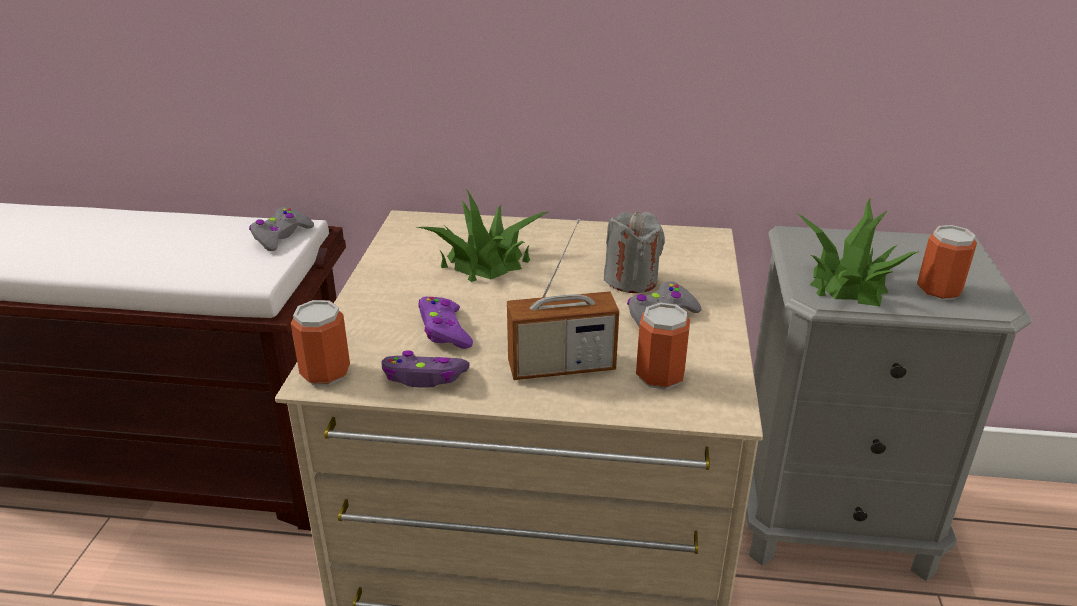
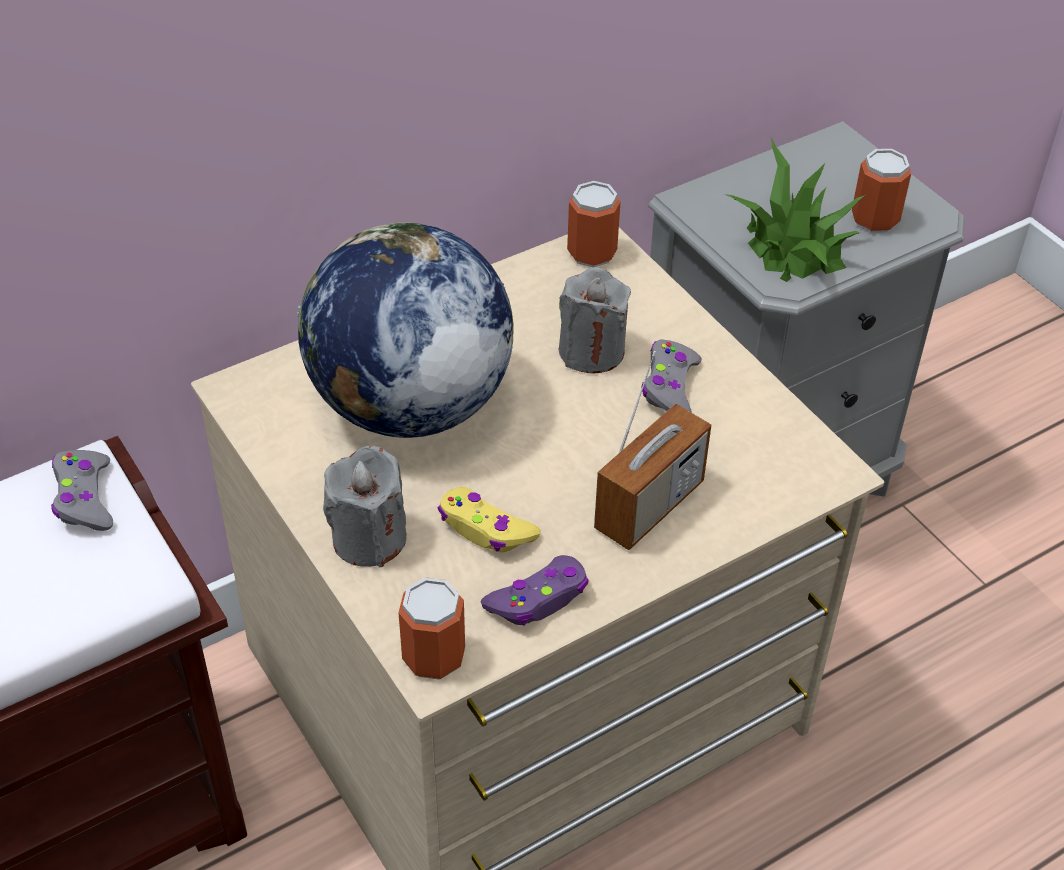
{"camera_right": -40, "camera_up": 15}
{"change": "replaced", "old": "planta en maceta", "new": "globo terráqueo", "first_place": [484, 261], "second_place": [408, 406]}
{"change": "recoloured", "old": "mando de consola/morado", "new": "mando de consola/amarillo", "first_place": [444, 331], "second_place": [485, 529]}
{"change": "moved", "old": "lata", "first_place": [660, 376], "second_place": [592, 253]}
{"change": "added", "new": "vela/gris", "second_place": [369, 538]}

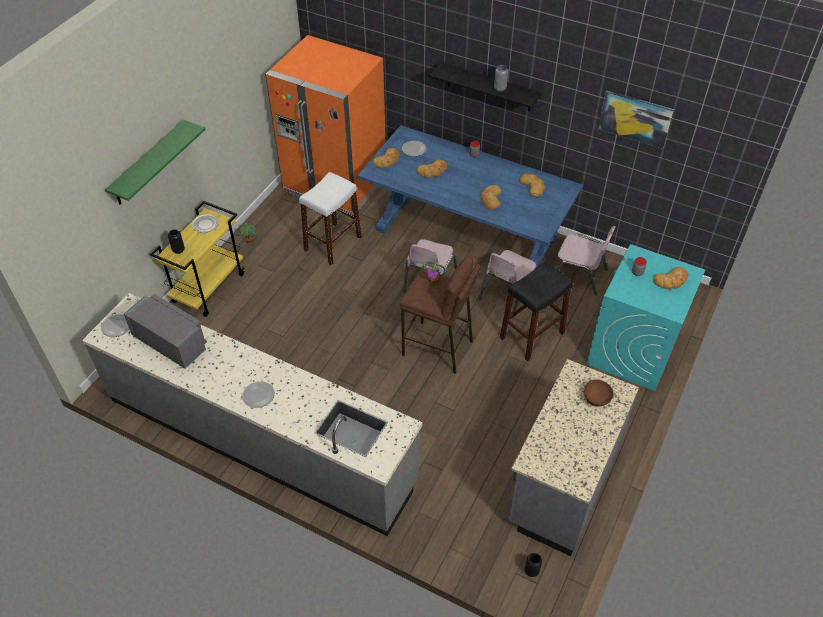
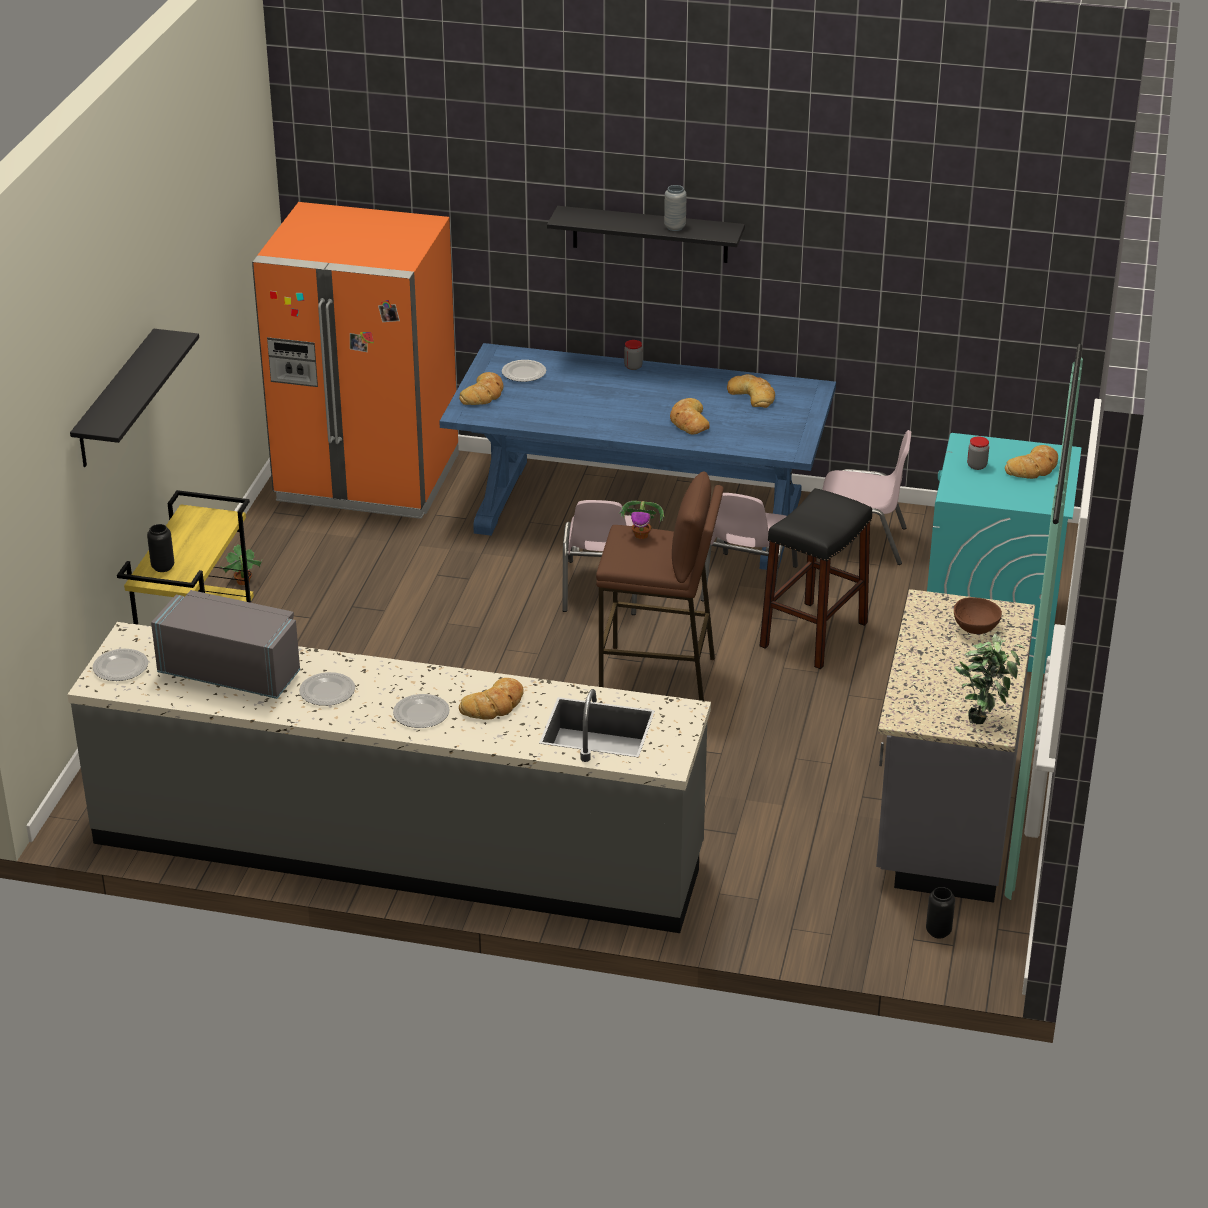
{"camera_right": -15, "camera_up": -15}
{"change": "removed", "old": "cuadro", "first_place": [635, 118]}
{"change": "recoloured", "old": "estante/verde", "new": "estante/negro", "first_place": [148, 164], "second_place": [115, 400]}
{"change": "moved", "old": "pan", "first_place": [433, 171], "second_place": [494, 705]}
{"change": "removed", "old": "taburete/blanco", "first_place": [333, 243]}
{"change": "moved", "old": "plato", "first_place": [205, 225], "second_place": [326, 691]}
{"change": "added", "new": "planta en maceta", "second_place": [983, 716]}

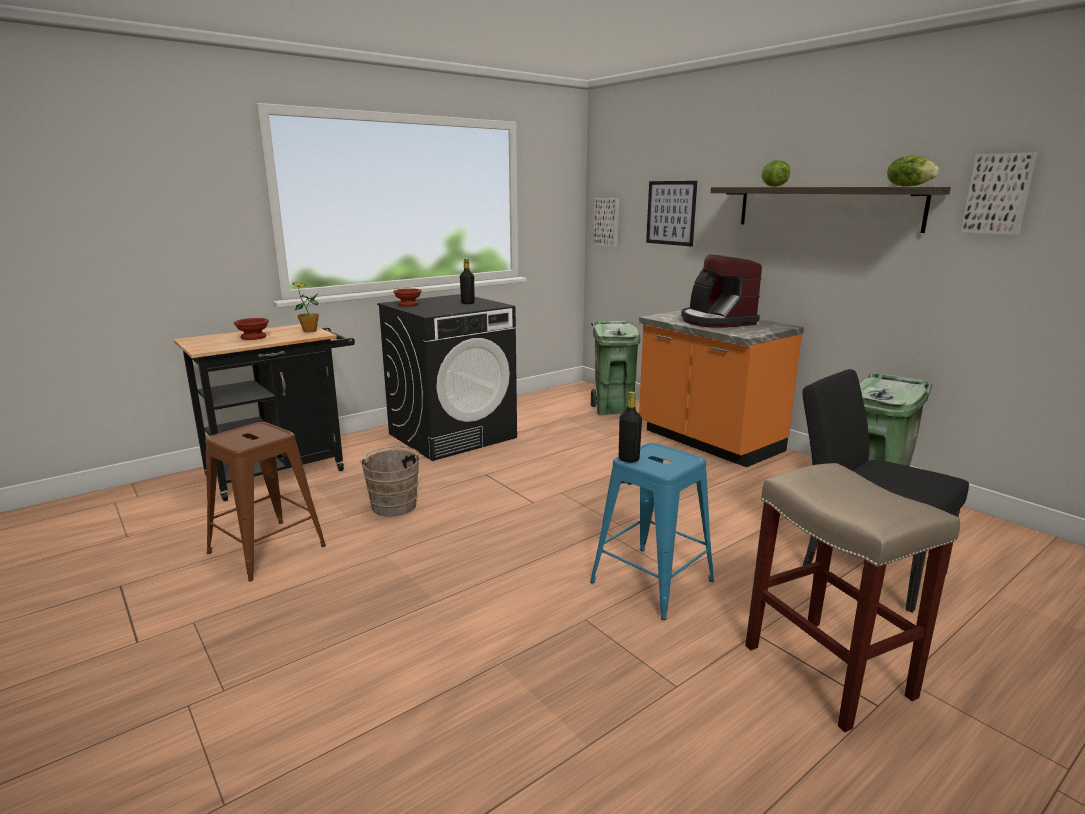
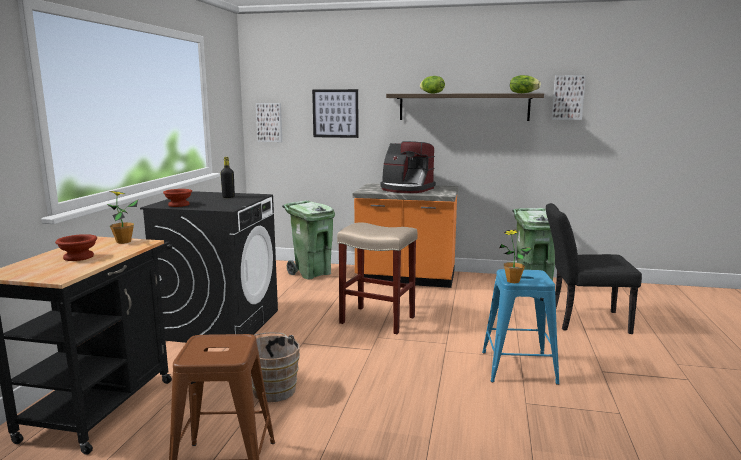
{"camera_right": -40, "camera_up": -5}
{"change": "replaced", "old": "botella/negro", "new": "planta en maceta", "first_place": [628, 459], "second_place": [513, 281]}
{"change": "moved", "old": "taburete/beis", "first_place": [825, 670], "second_place": [376, 320]}

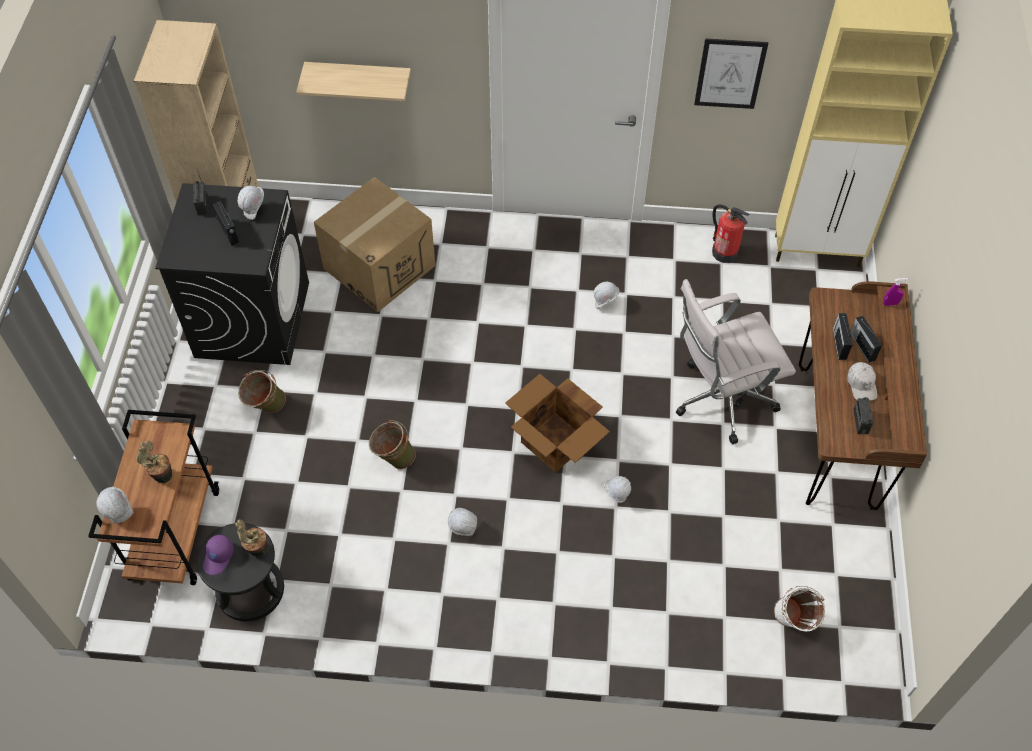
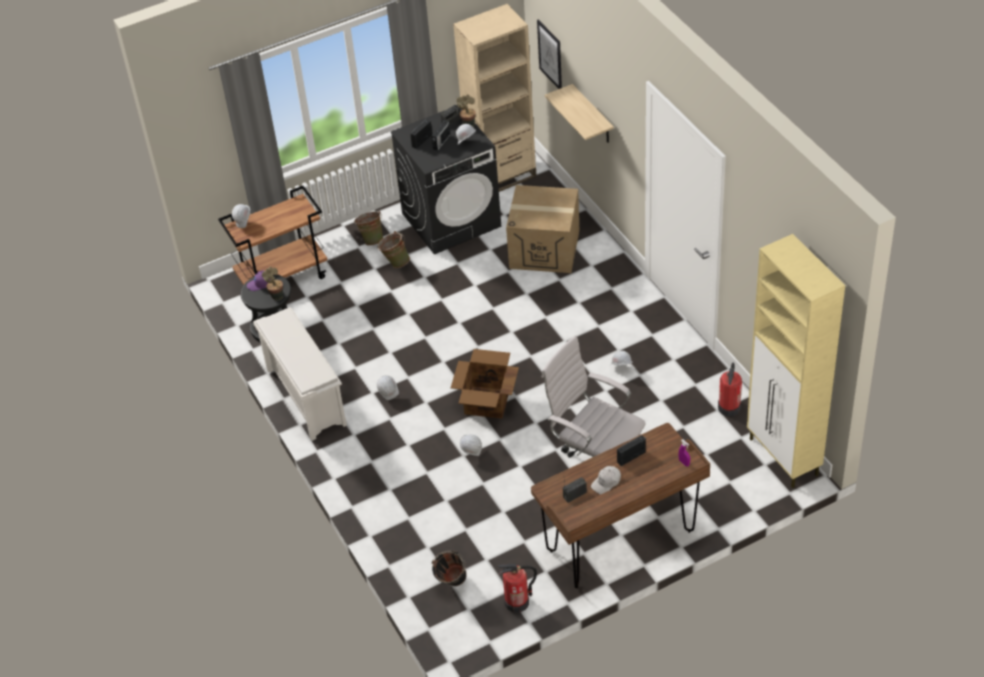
{"camera_right": 60, "camera_up": -10}
{"change": "moved", "old": "cuadro", "first_place": [730, 73], "second_place": [550, 55]}
{"change": "moved", "old": "radio", "first_place": [862, 345], "second_place": [422, 140]}
{"change": "moved", "old": "cubo/verde", "first_place": [393, 458], "second_place": [372, 239]}
{"change": "moved", "old": "planta en maceta", "first_place": [161, 476], "second_place": [468, 124]}
{"change": "recoloured", "old": "cubo/blanco", "new": "cubo/negro", "first_place": [793, 623], "second_place": [451, 584]}
{"change": "added", "new": "zapatero/blanco", "second_place": [304, 396]}
{"change": "added", "new": "extintor", "second_place": [517, 602]}

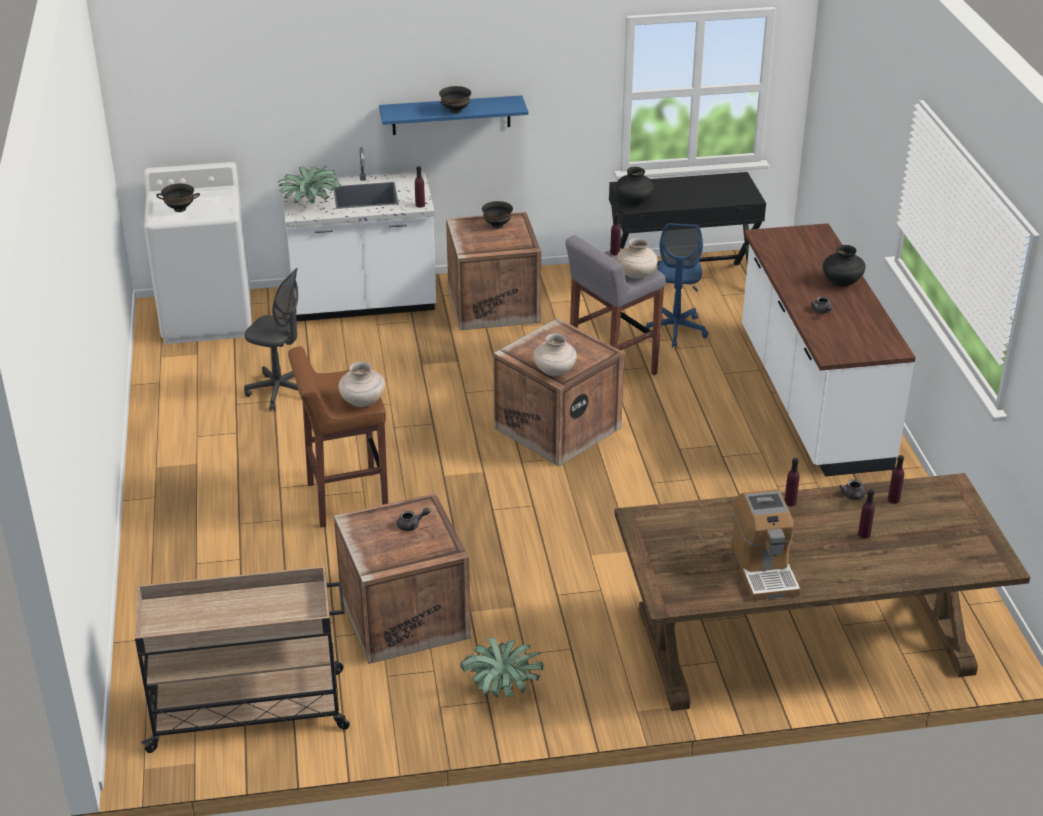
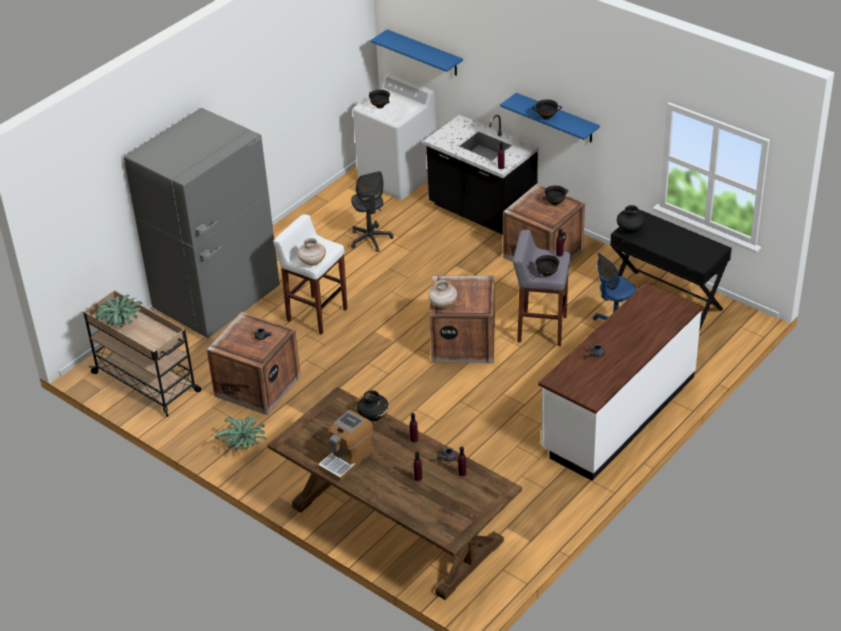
{"camera_right": 50, "camera_up": 5}
{"change": "recoloured", "old": "mueble bajo de cocina/blanco", "new": "mueble bajo de cocina/negro", "first_place": [363, 303], "second_place": [481, 212]}
{"change": "moved", "old": "planta en maceta", "first_place": [310, 204], "second_place": [121, 324]}
{"change": "replaced", "old": "florero/beis", "new": "cuenco/negro", "first_place": [636, 275], "second_place": [547, 274]}
{"change": "moved", "old": "florero/negro", "first_place": [841, 282], "second_place": [373, 416]}
{"change": "recoloured", "old": "taburete/marrón", "new": "taburete/blanco", "first_place": [345, 500], "second_place": [316, 314]}
{"change": "added", "new": "estante/azul", "second_place": [424, 53]}
{"change": "added", "new": "nevera/gris", "second_place": [217, 300]}

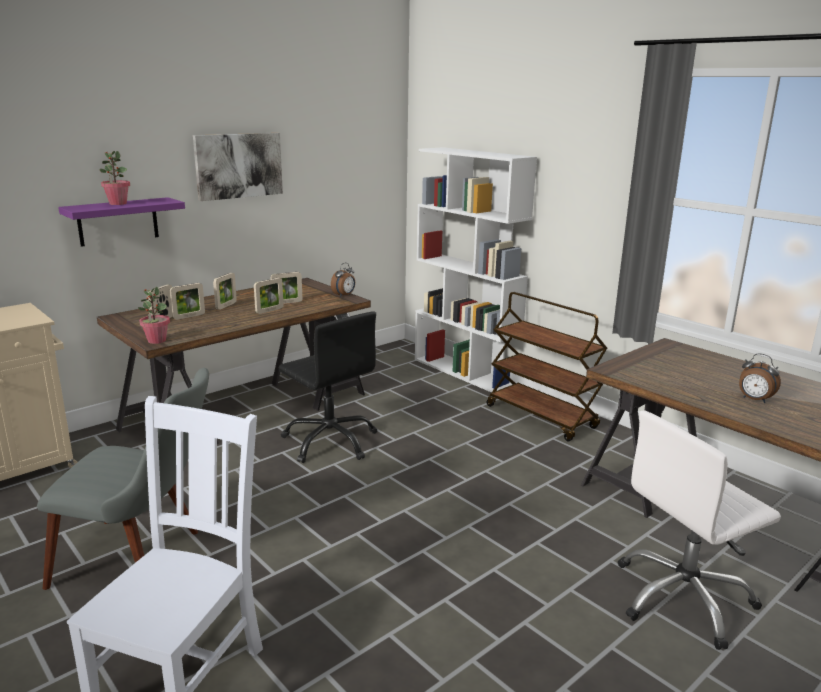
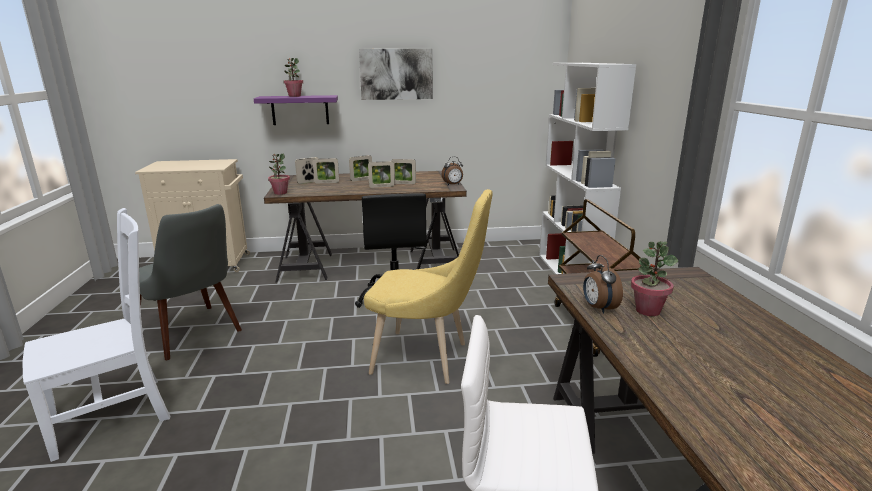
{"camera_right": 35, "camera_up": 0}
{"change": "moved", "old": "despertador", "first_place": [754, 400], "second_place": [598, 308]}
{"change": "added", "new": "silla/amarillo", "second_place": [427, 359]}
{"change": "added", "new": "planta en maceta", "second_place": [647, 310]}

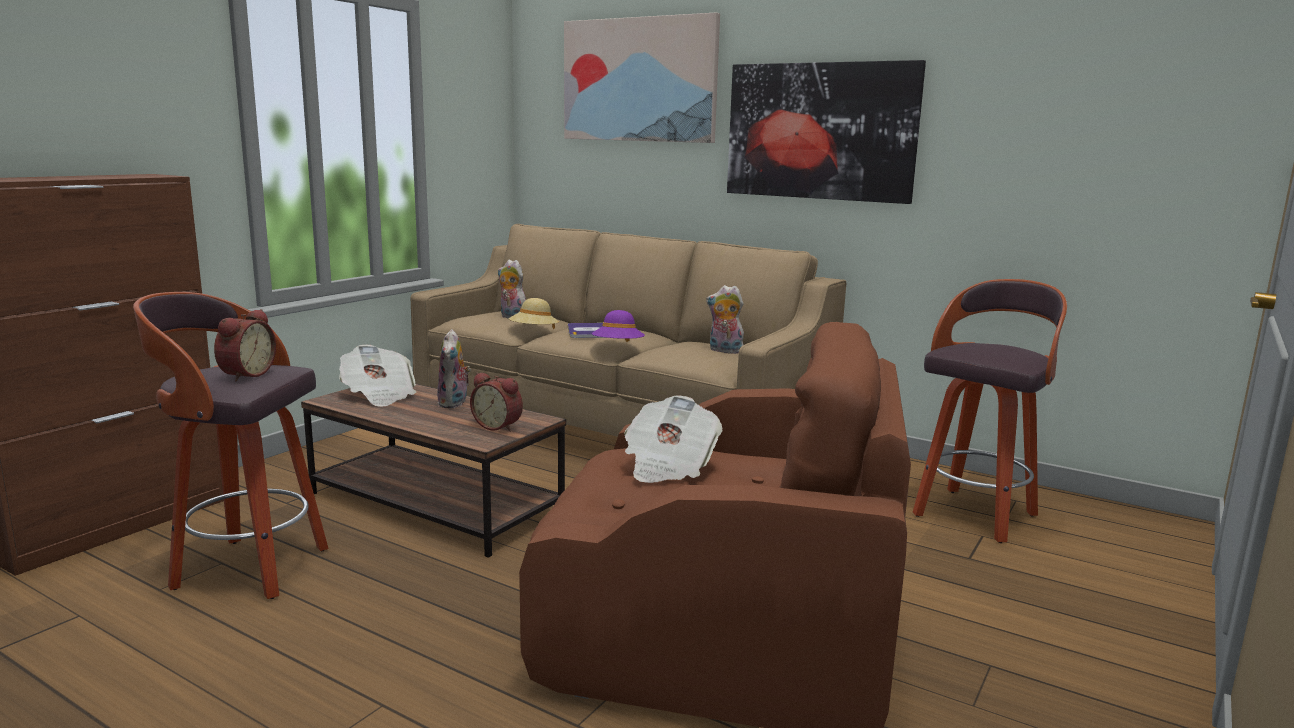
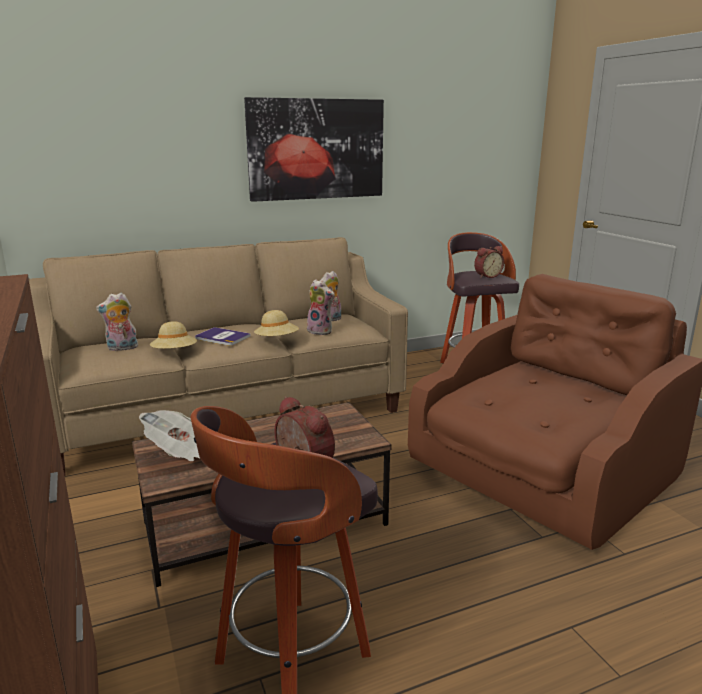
{"camera_right": -55, "camera_up": 5}
{"change": "removed", "old": "cuadro", "first_place": [639, 80]}
{"change": "recoloured", "old": "sombrero/morado", "new": "sombrero/beis", "first_place": [618, 347], "second_place": [277, 340]}
{"change": "moved", "old": "peluche", "first_place": [454, 403], "second_place": [321, 331]}
{"change": "moved", "old": "despertador", "first_place": [498, 426], "second_place": [487, 276]}
{"change": "removed", "old": "periódico", "first_place": [668, 465]}

